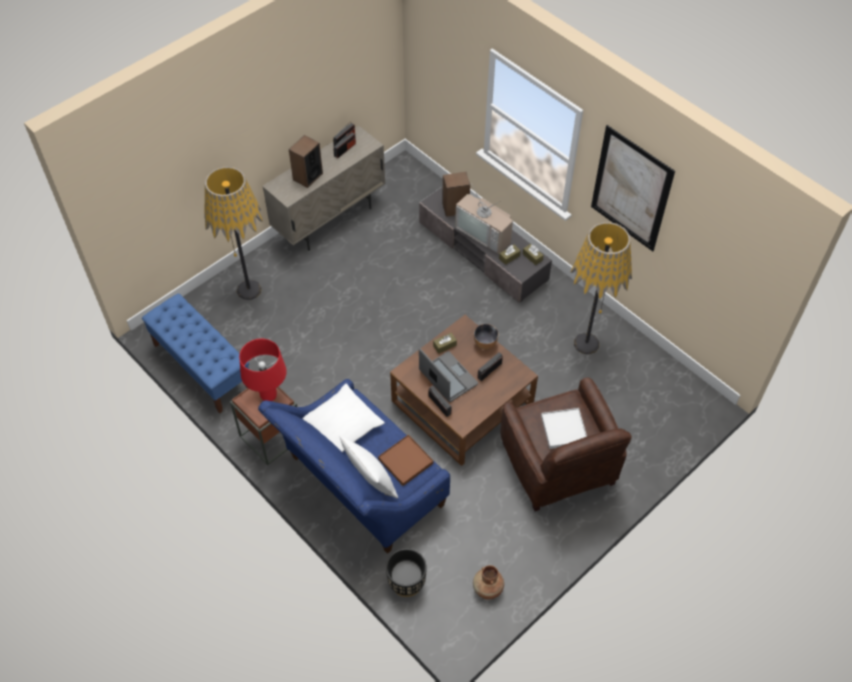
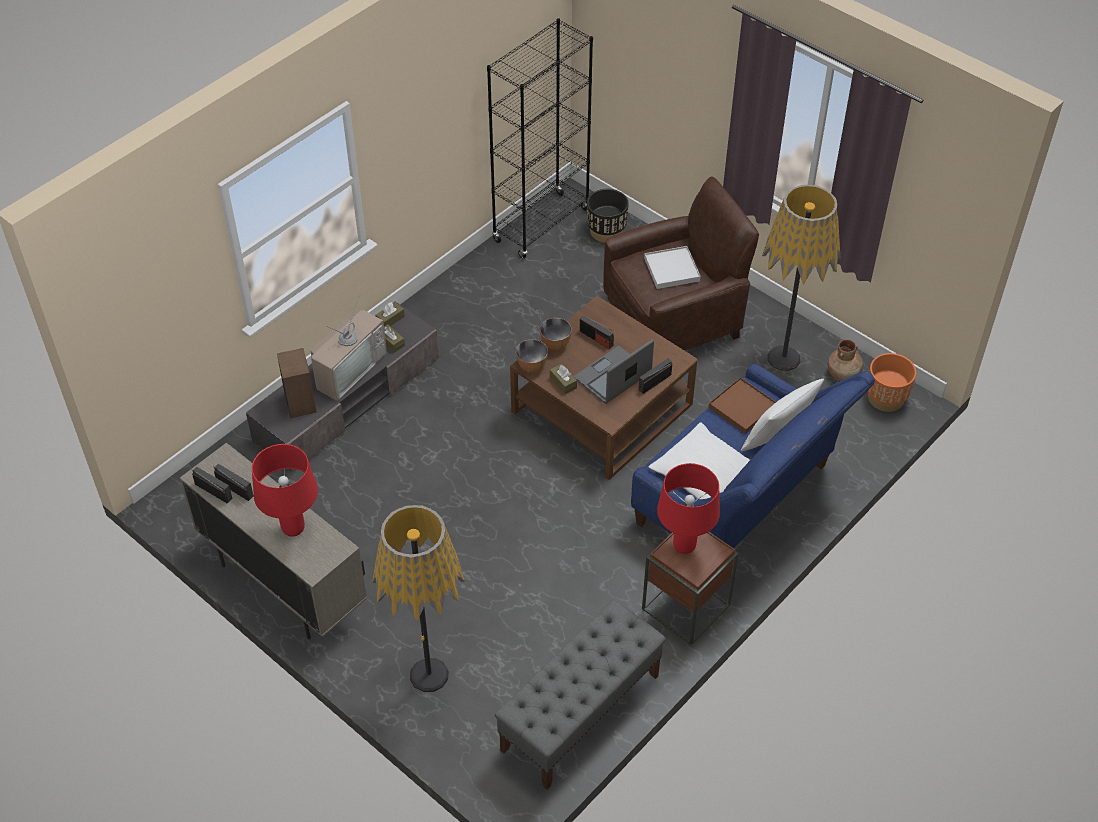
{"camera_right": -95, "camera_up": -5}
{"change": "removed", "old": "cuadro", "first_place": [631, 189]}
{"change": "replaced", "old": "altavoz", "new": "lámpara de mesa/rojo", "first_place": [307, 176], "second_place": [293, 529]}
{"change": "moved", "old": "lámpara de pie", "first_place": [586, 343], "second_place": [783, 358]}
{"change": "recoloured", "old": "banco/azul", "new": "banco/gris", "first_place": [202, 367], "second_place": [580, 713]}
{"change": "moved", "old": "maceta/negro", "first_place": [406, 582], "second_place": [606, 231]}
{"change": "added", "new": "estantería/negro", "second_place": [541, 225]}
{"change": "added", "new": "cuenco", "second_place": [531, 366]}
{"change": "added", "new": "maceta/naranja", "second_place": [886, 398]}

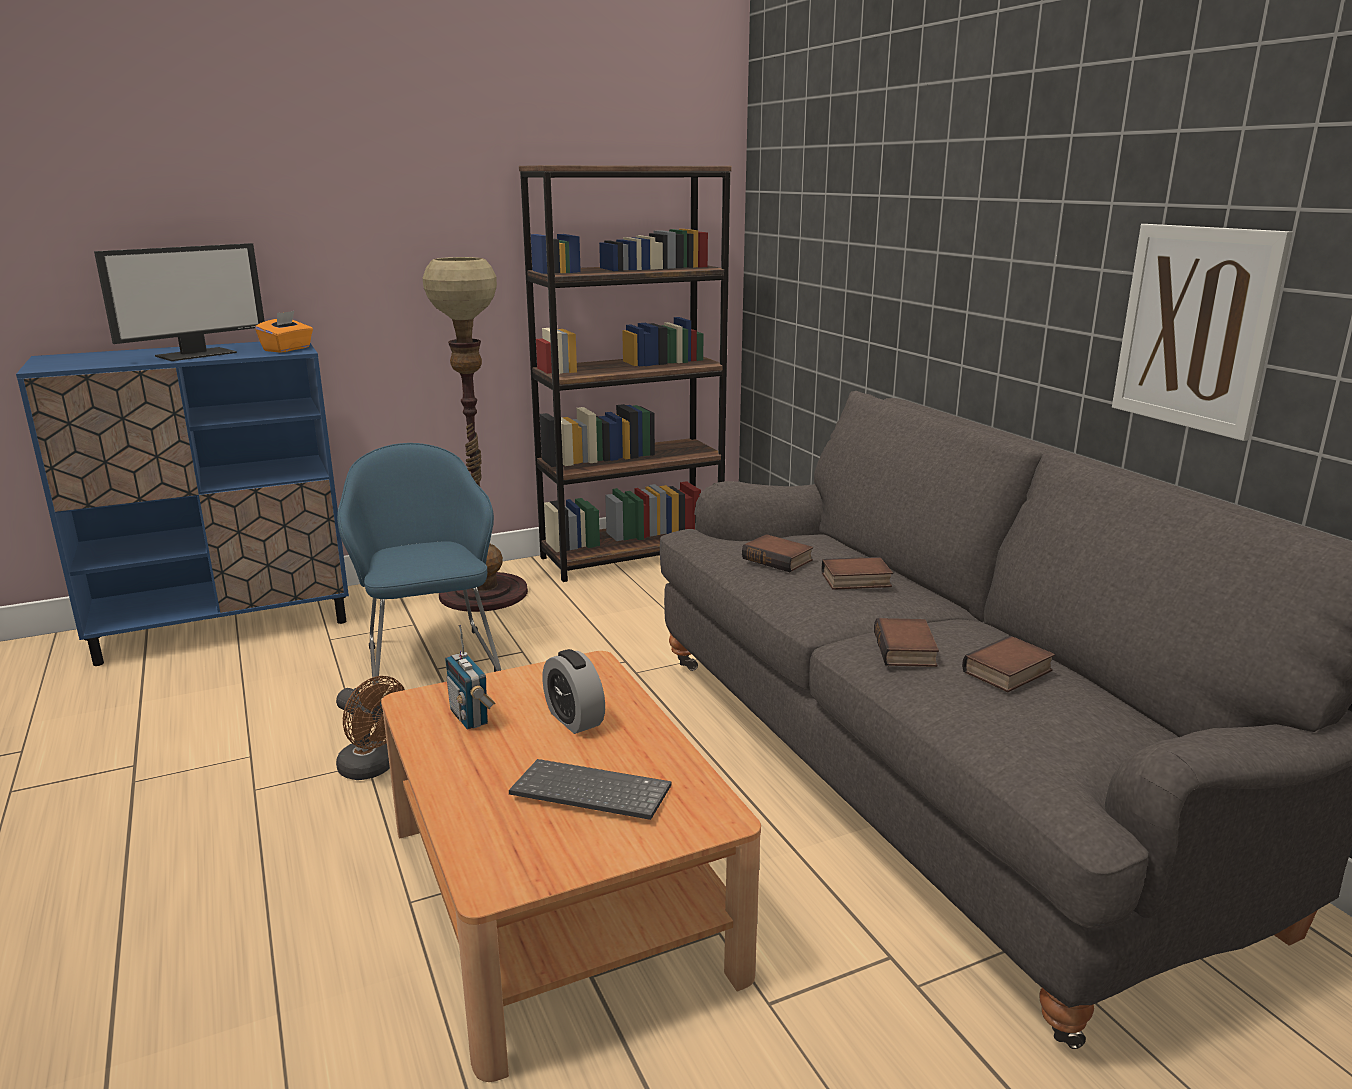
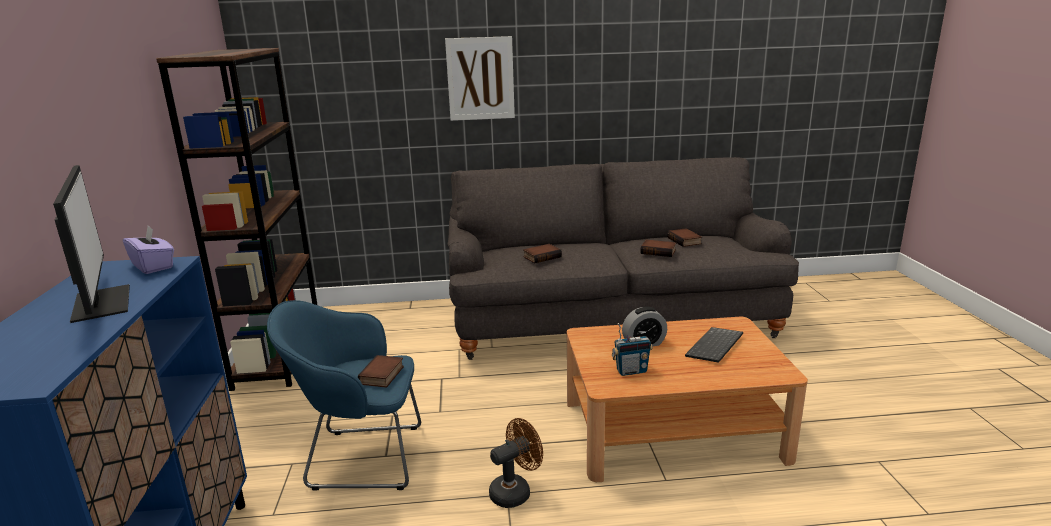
{"camera_right": -70, "camera_up": 0}
{"change": "moved", "old": "cuadro", "first_place": [1195, 328], "second_place": [480, 79]}
{"change": "removed", "old": "lámpara de pie", "first_place": [483, 593]}
{"change": "recoloured", "old": "caja de pañuelos/naranja", "new": "caja de pañuelos/morado", "first_place": [287, 349], "second_place": [153, 266]}
{"change": "moved", "old": "libro", "first_place": [855, 580], "second_place": [382, 376]}

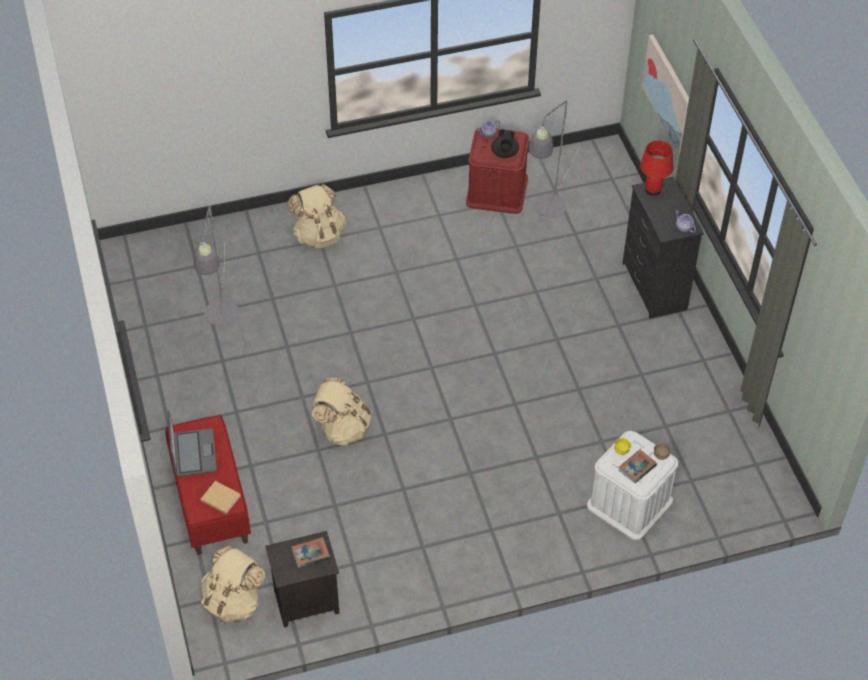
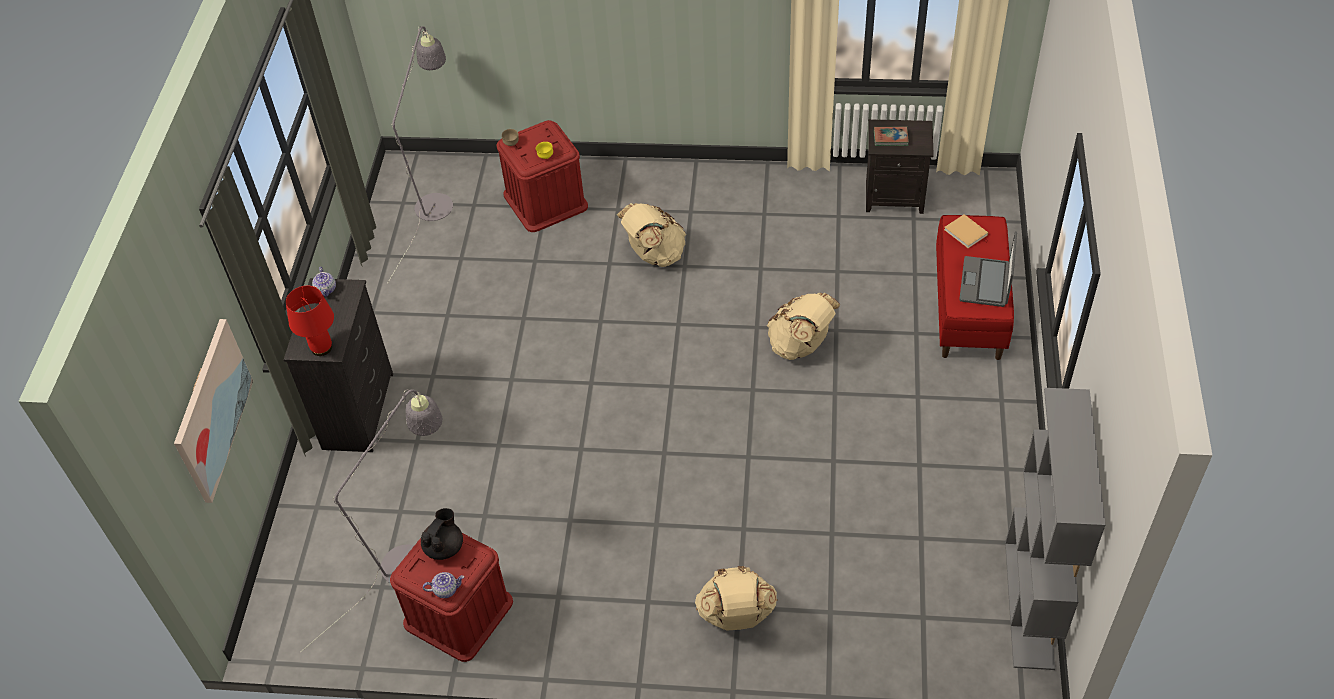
{"camera_right": -155, "camera_up": 0}
{"change": "moved", "old": "lámpara de pie/gris", "first_place": [221, 319], "second_place": [437, 199]}
{"change": "recoloured", "old": "caja de almacenaje/blanco", "new": "caja de almacenaje/rojo", "first_place": [629, 503], "second_place": [545, 200]}
{"change": "removed", "old": "libro", "first_place": [637, 468]}
{"change": "moved", "old": "mochila/beis", "first_place": [233, 601], "second_place": [654, 254]}
{"change": "added", "new": "estantería/gris", "second_place": [1030, 605]}

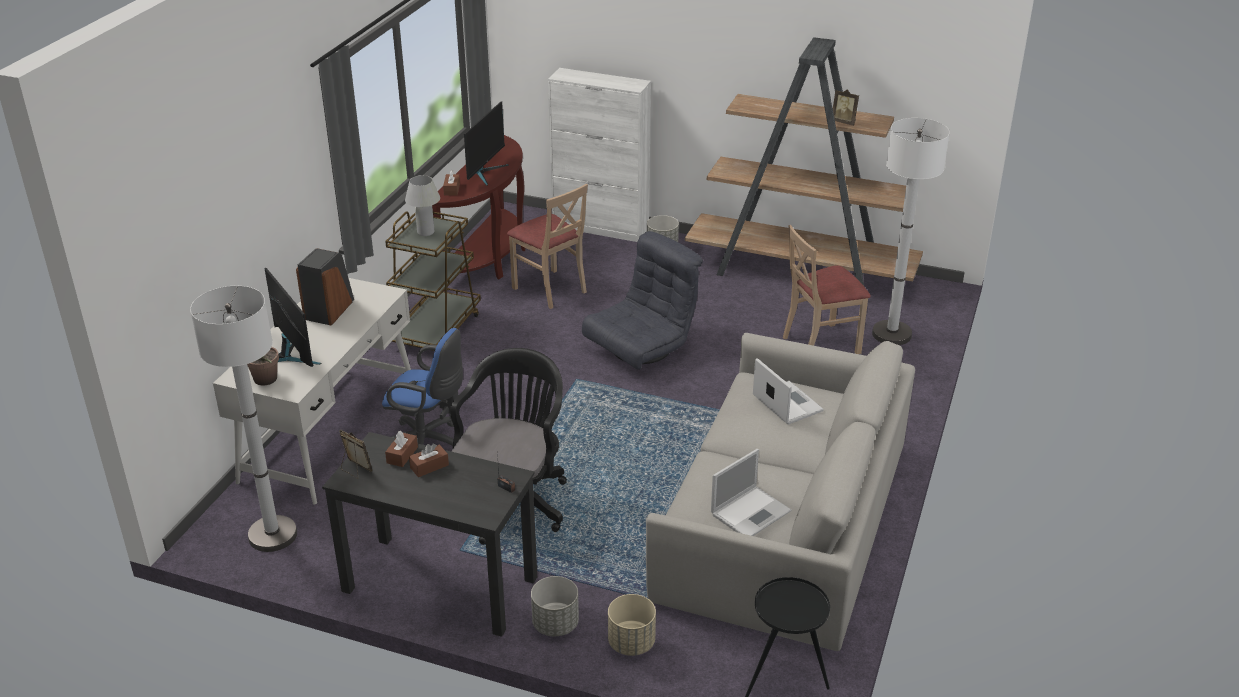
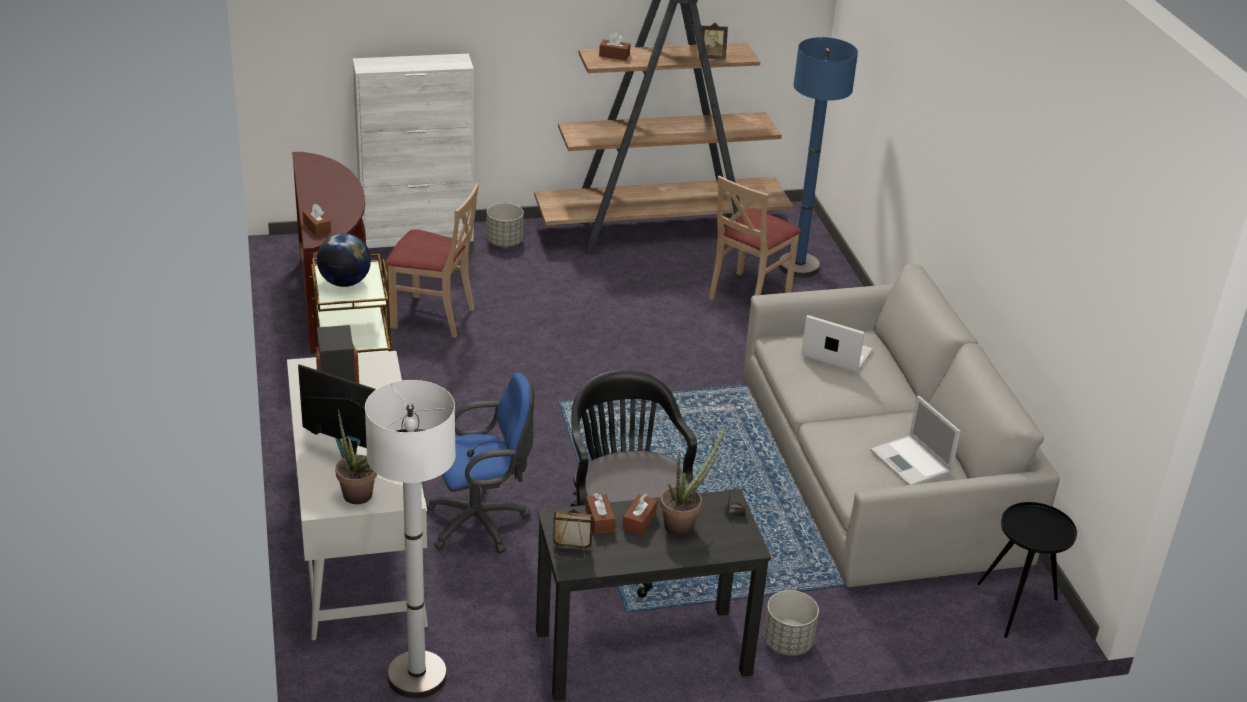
{"camera_right": -35, "camera_up": 0}
{"change": "removed", "old": "monitor", "first_place": [485, 172]}
{"change": "recoloured", "old": "lámpara de pie/blanco", "new": "lámpara de pie/azul", "first_place": [891, 334], "second_place": [799, 266]}
{"change": "replaced", "old": "lámpara de mesa/blanco", "new": "globo terráqueo", "first_place": [425, 232], "second_place": [345, 282]}
{"change": "removed", "old": "sillón/gris", "first_place": [642, 349]}
{"change": "turned", "old": "portátil", "first_place": [751, 512], "second_place": [911, 462], "degrees": 135}
{"change": "removed", "old": "maceta/beis", "first_place": [632, 643]}
{"change": "added", "new": "caja de pañuelos/marrón", "second_place": [614, 55]}
{"change": "added", "new": "planta en maceta", "second_place": [684, 524]}

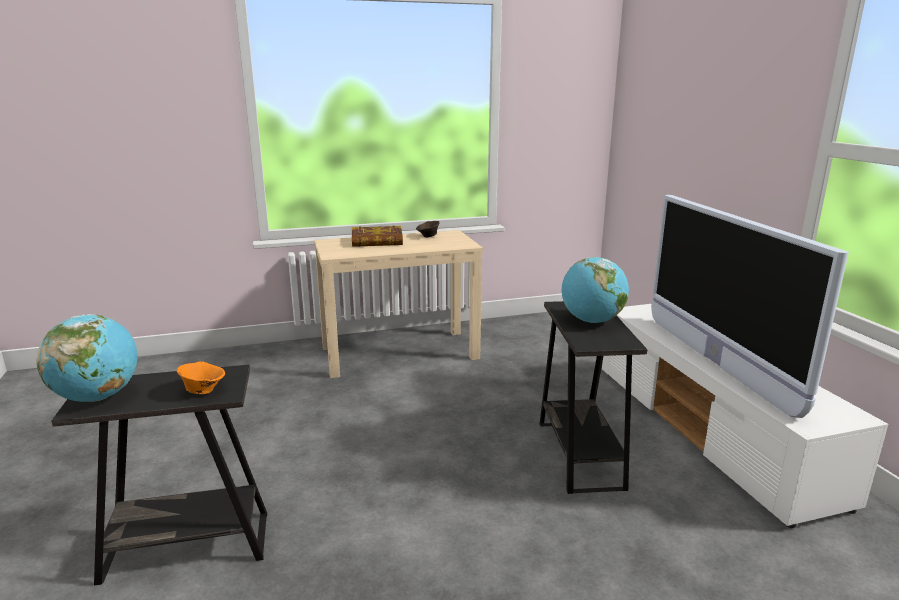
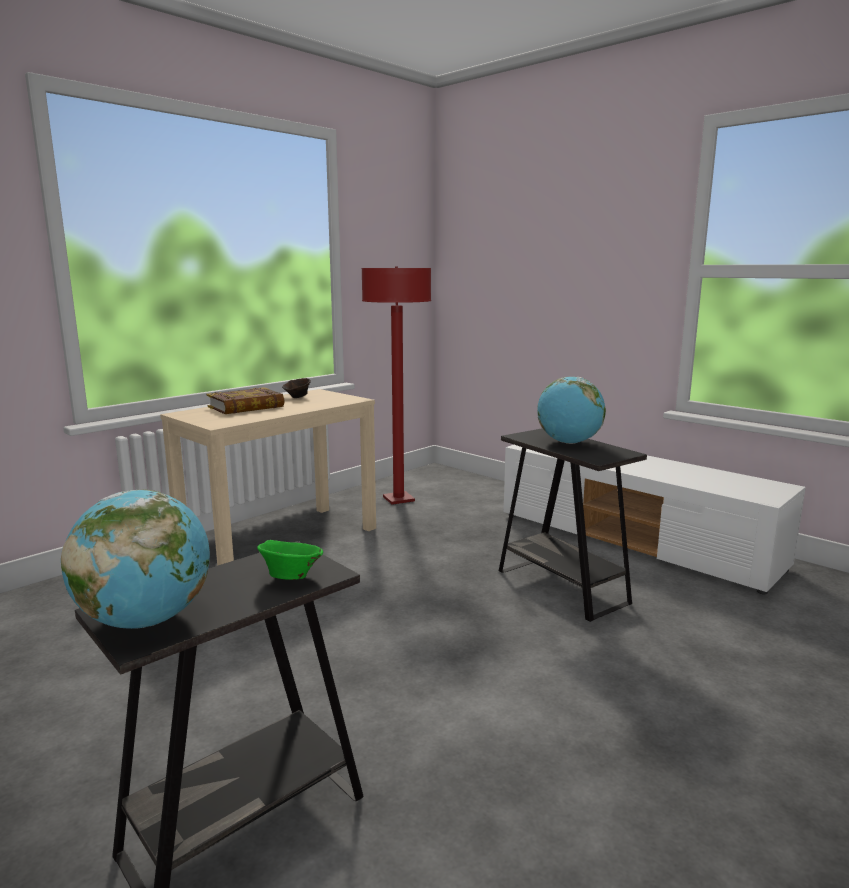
{"camera_right": -30, "camera_up": -5}
{"change": "removed", "old": "televisor", "first_place": [715, 362]}
{"change": "recoloured", "old": "cuenco/naranja", "new": "cuenco/verde", "first_place": [203, 391], "second_place": [291, 577]}
{"change": "added", "new": "lámpara de pie/rojo", "second_place": [398, 499]}

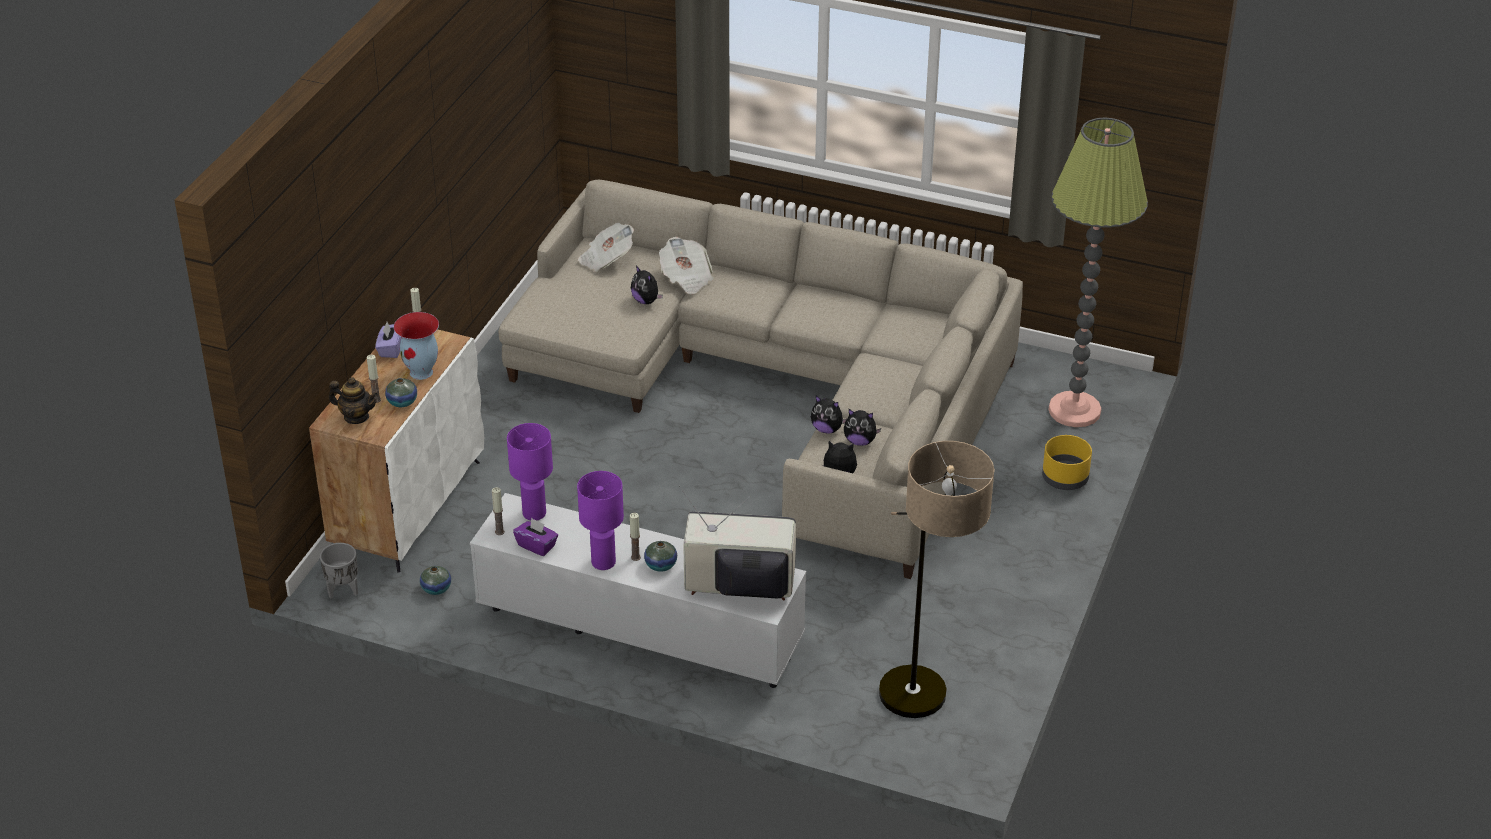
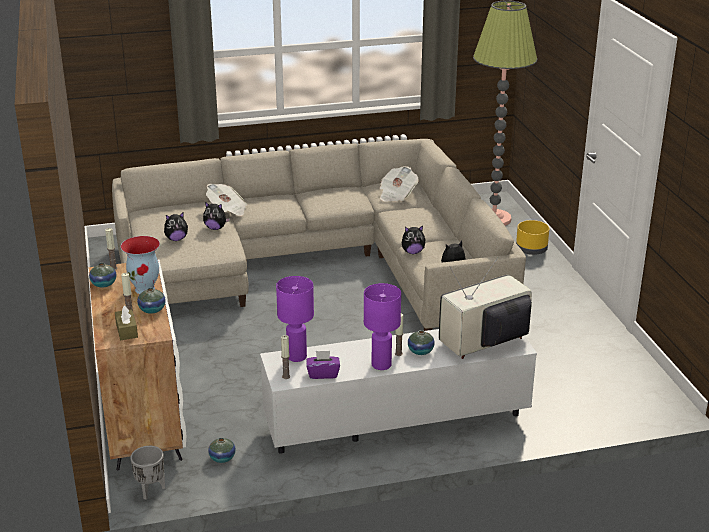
{"camera_right": -35, "camera_up": -10}
{"change": "moved", "old": "periódico", "first_place": [606, 259], "second_place": [396, 195]}
{"change": "replaced", "old": "caja de pañuelos/morado", "new": "florero", "first_place": [391, 349], "second_place": [103, 284]}
{"change": "replaced", "old": "tetera", "new": "caja de pañuelos/marrón", "first_place": [356, 417], "second_place": [126, 330]}
{"change": "moved", "old": "peluche", "first_place": [860, 441], "second_place": [176, 239]}
{"change": "removed", "old": "lámpara de pie", "first_place": [922, 712]}

